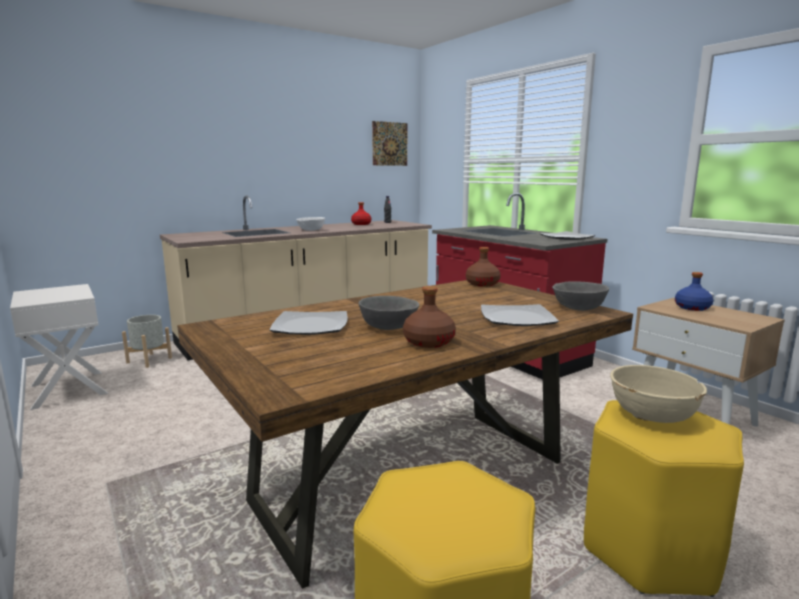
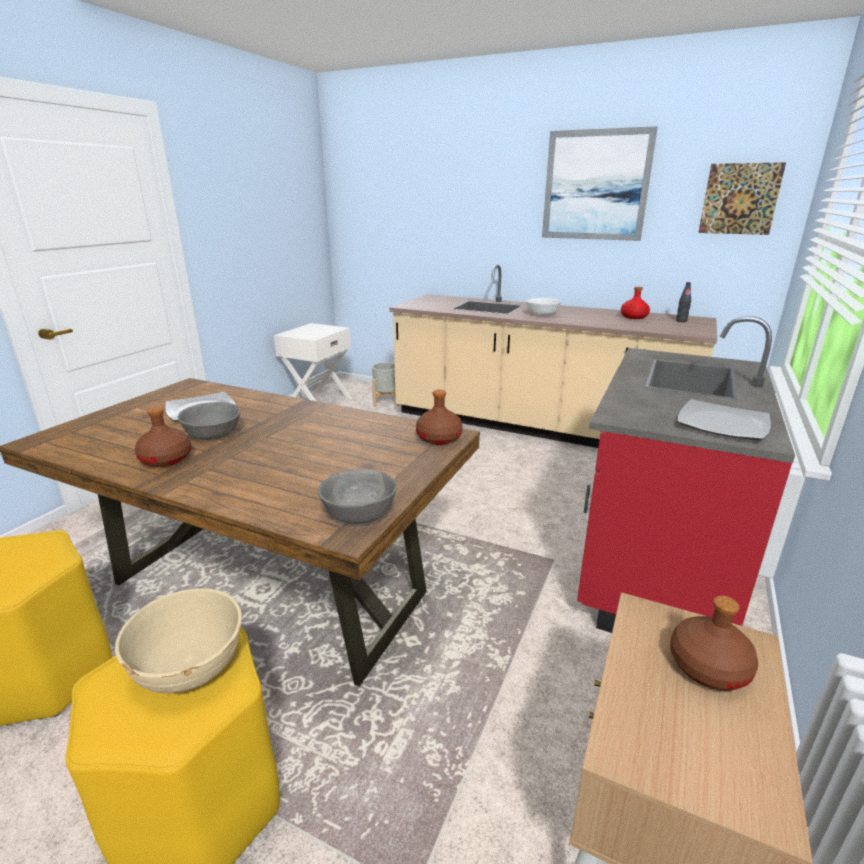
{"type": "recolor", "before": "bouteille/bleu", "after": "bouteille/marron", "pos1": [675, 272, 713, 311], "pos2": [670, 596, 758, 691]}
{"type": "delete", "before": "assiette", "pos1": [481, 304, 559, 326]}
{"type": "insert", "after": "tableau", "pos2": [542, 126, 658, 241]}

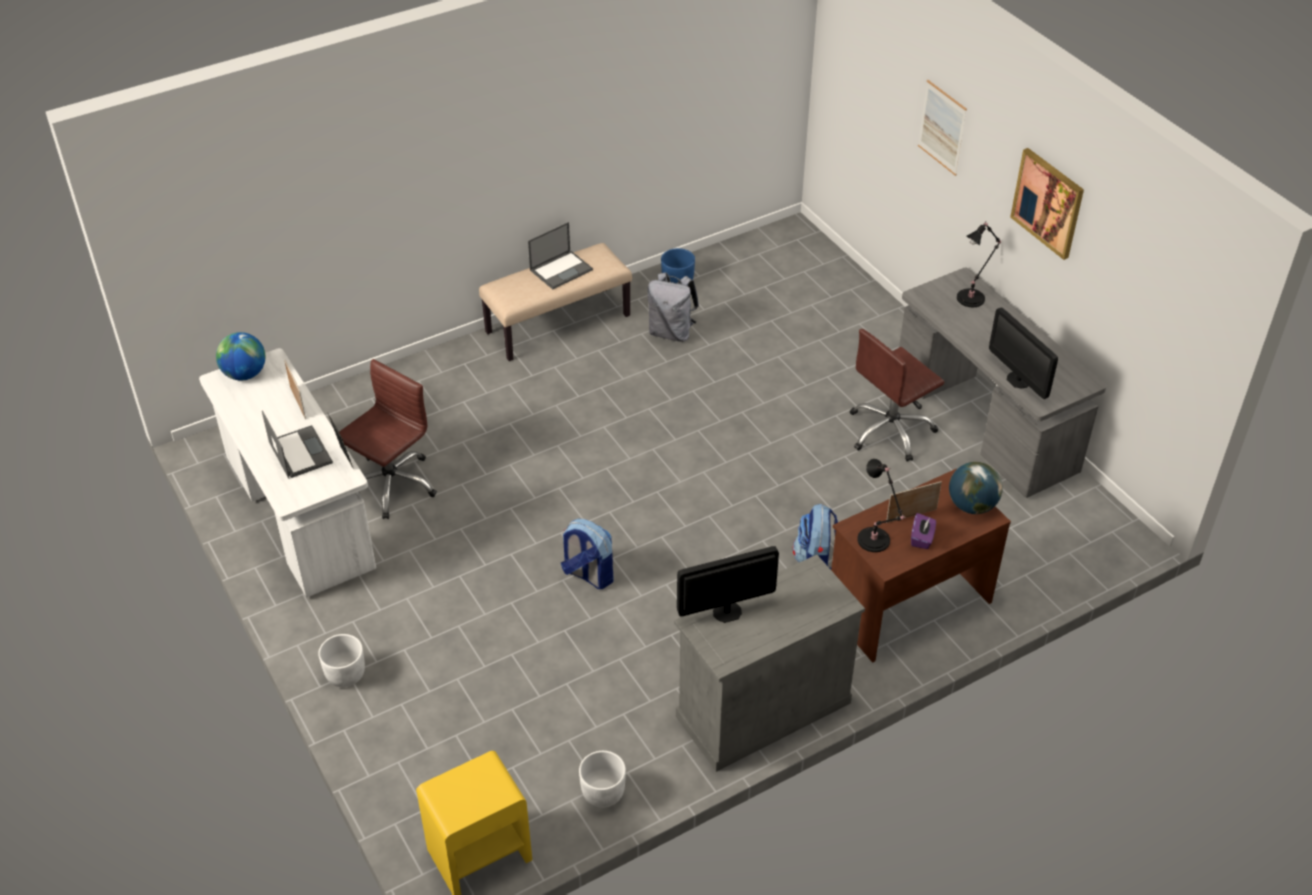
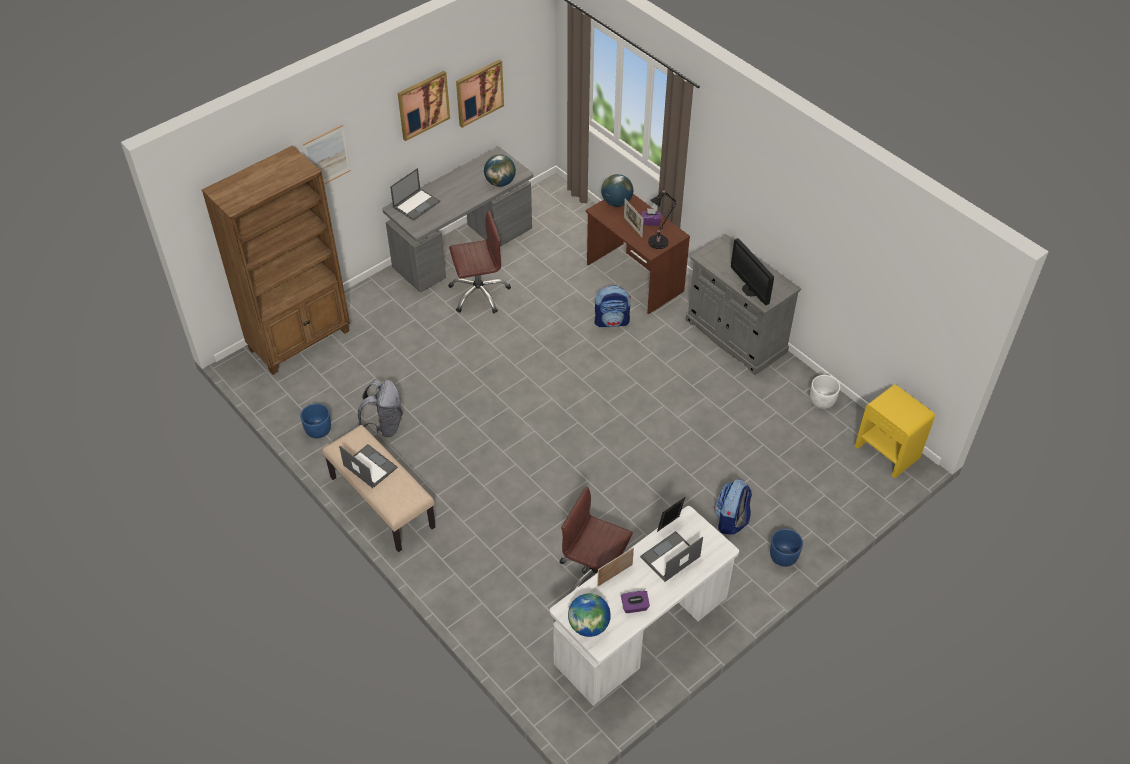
{"type": "replace", "before": "lampe de table/noir", "after": "ordinateur portable", "pos1": [957, 222, 1001, 307], "pos2": [390, 168, 440, 221]}
{"type": "replace", "before": "écran d'ordinateur", "after": "globe", "pos1": [989, 307, 1058, 399], "pos2": [484, 154, 516, 187]}
{"type": "rotate", "before": "chaise de bureau/marron", "pos1": [850, 329, 944, 462], "pos2": [448, 210, 511, 313], "turn": -60}
{"type": "move", "before": "sac à dos", "pos1": [561, 518, 613, 589], "pos2": [714, 479, 752, 535]}
{"type": "recolor", "before": "cache-pot/blanc", "after": "cache-pot/bleu", "pos1": [318, 634, 365, 687], "pos2": [770, 529, 803, 567]}
{"type": "insert", "after": "tableau", "pos2": [456, 59, 504, 128]}
{"type": "insert", "after": "bibliothèque/marron", "pos2": [202, 145, 350, 375]}
{"type": "insert", "after": "boîte à mouchoirs/violet", "pos2": [621, 591, 650, 613]}

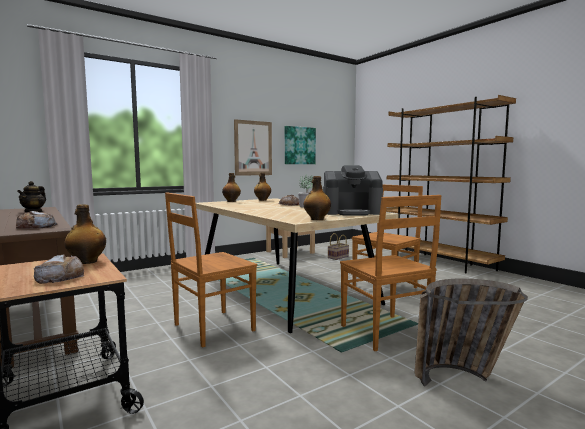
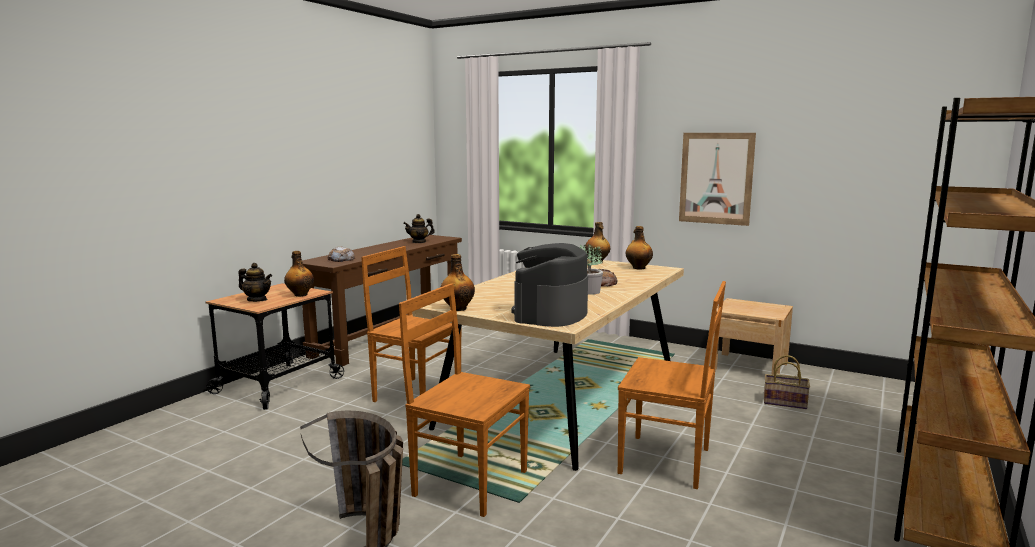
{"type": "delete", "before": "tableau", "pos1": [285, 126, 316, 164]}
{"type": "rotate", "before": "machine à café", "pos1": [323, 165, 383, 215], "pos2": [511, 243, 588, 327], "turn": 45}
{"type": "rotate", "before": "chaise/marron", "pos1": [340, 195, 442, 351], "pos2": [399, 283, 530, 517], "turn": 75}
{"type": "replace", "before": "pain", "after": "théière", "pos1": [34, 254, 84, 284], "pos2": [238, 263, 272, 302]}

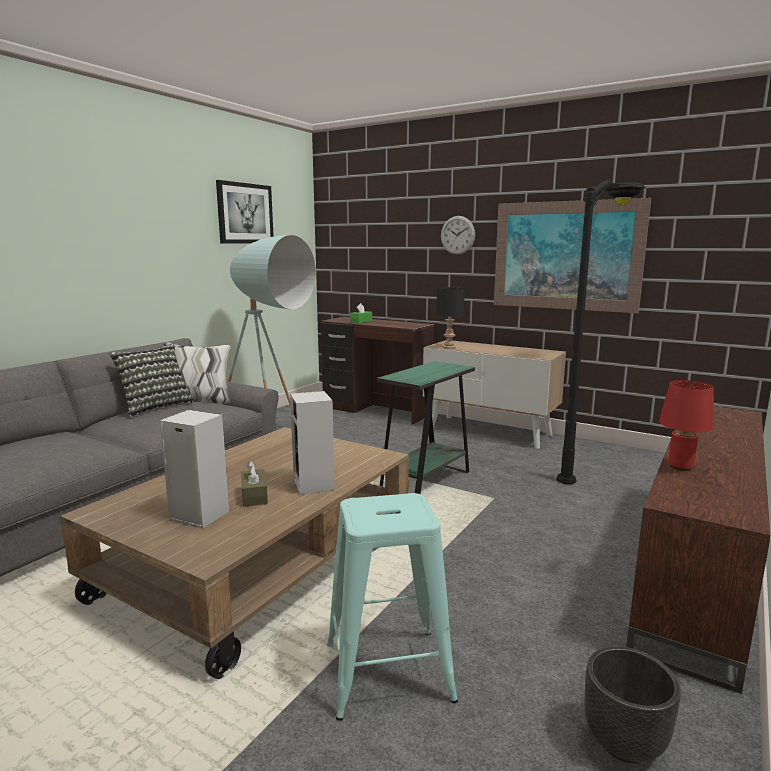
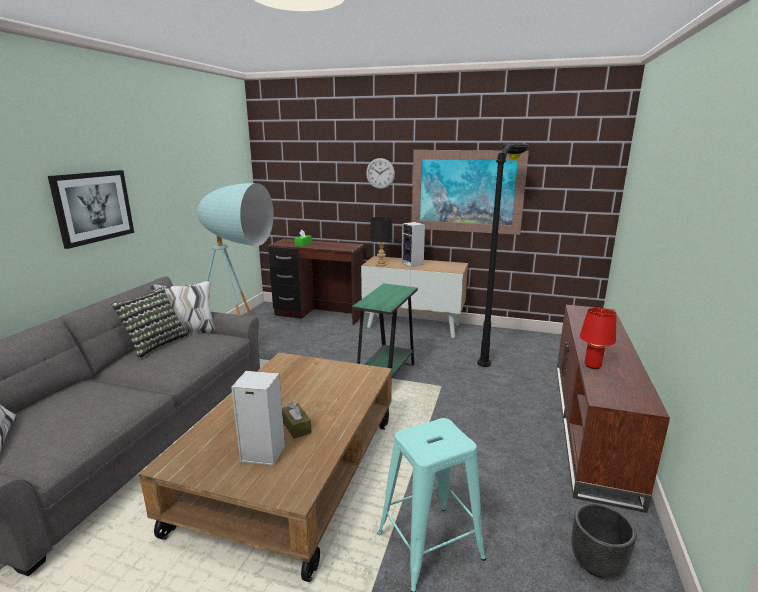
{"type": "move", "before": "tableau", "pos1": [216, 180, 274, 244], "pos2": [48, 170, 134, 249]}
{"type": "move", "before": "enceinte", "pos1": [290, 391, 335, 495], "pos2": [402, 222, 425, 267]}

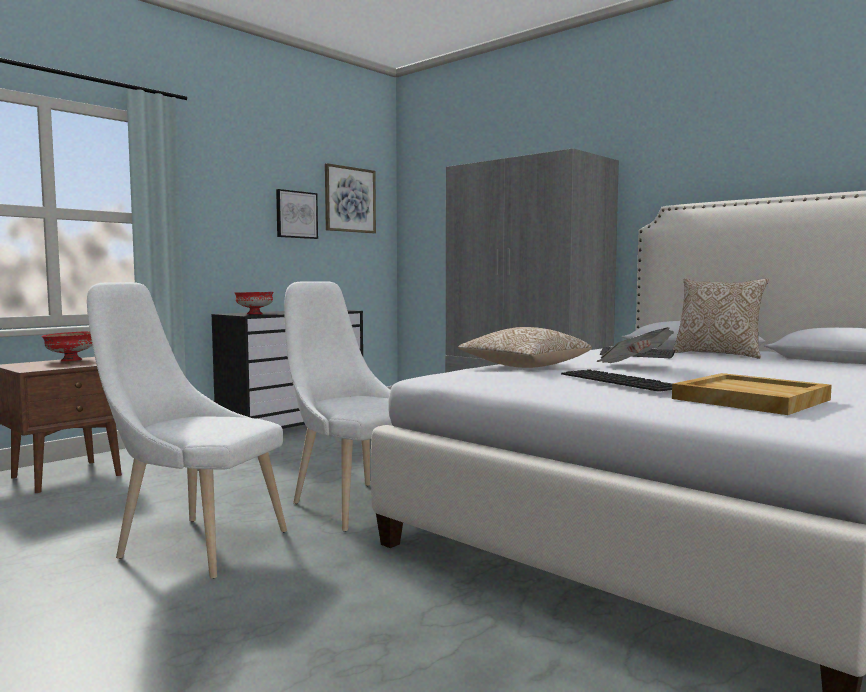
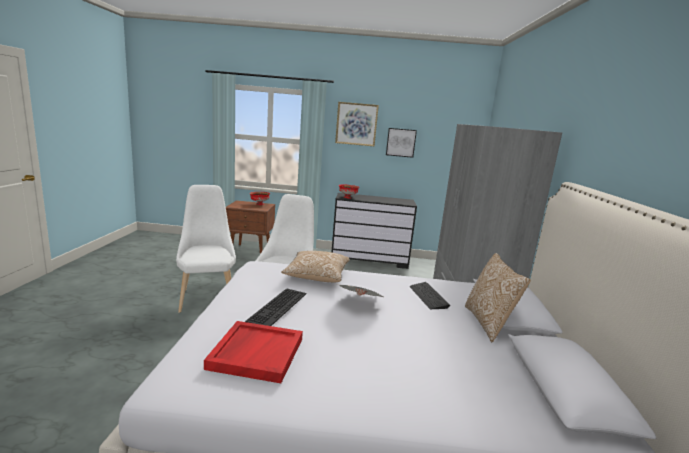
{"type": "move", "before": "tableau", "pos1": [325, 163, 376, 233], "pos2": [335, 102, 379, 146]}
{"type": "recolor", "before": "plateau/beige", "after": "plateau/rouge", "pos1": [672, 373, 832, 415], "pos2": [204, 321, 303, 383]}

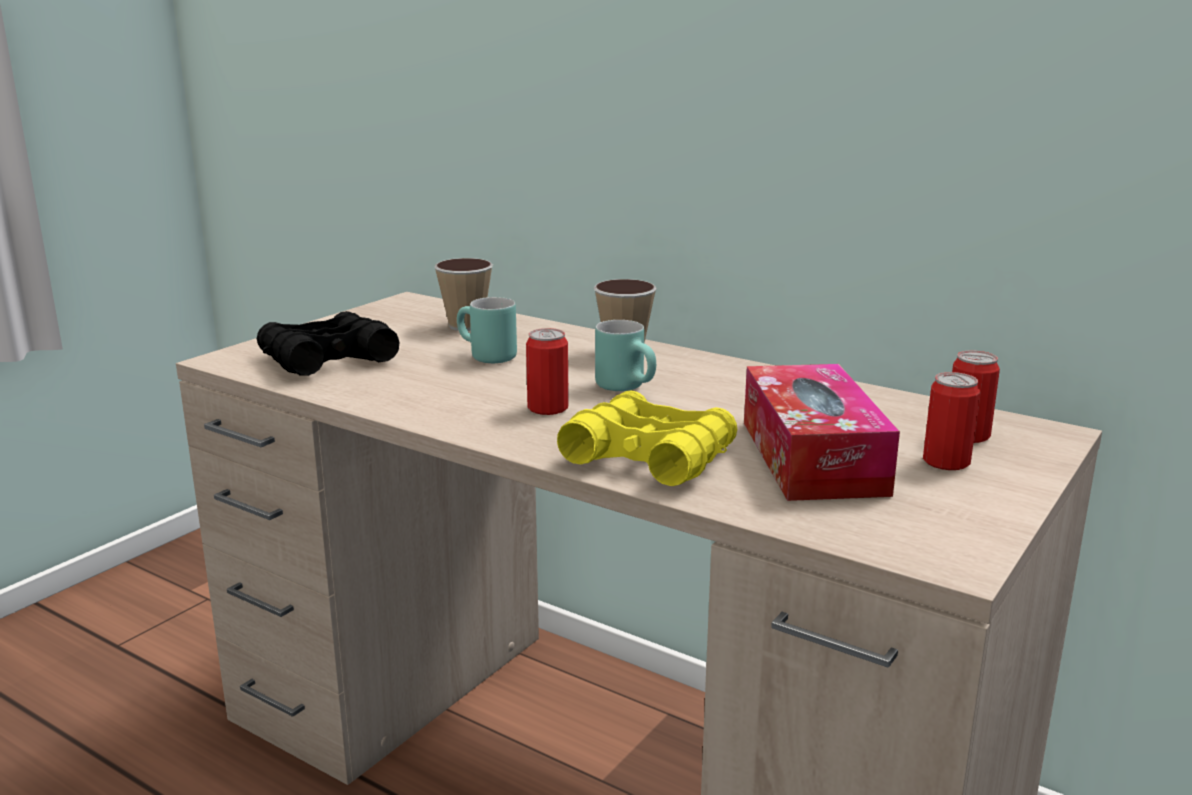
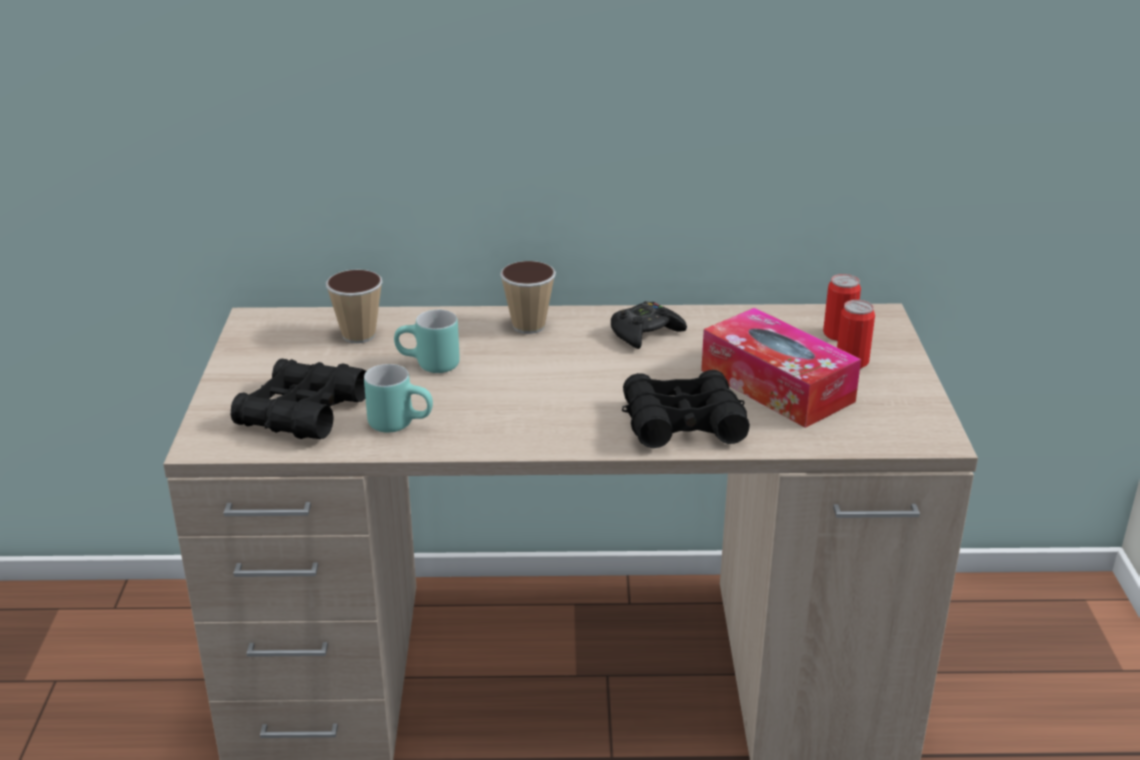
{"type": "move", "before": "mug/turquoise", "pos1": [595, 320, 656, 391], "pos2": [364, 364, 433, 433]}
{"type": "delete", "before": "boîte métallique", "pos1": [526, 328, 569, 415]}
{"type": "recolor", "before": "jumelles/jaune", "after": "jumelles/noir", "pos1": [557, 390, 737, 486], "pos2": [622, 370, 750, 448]}
{"type": "insert", "after": "manette/noir", "pos2": [611, 301, 687, 349]}

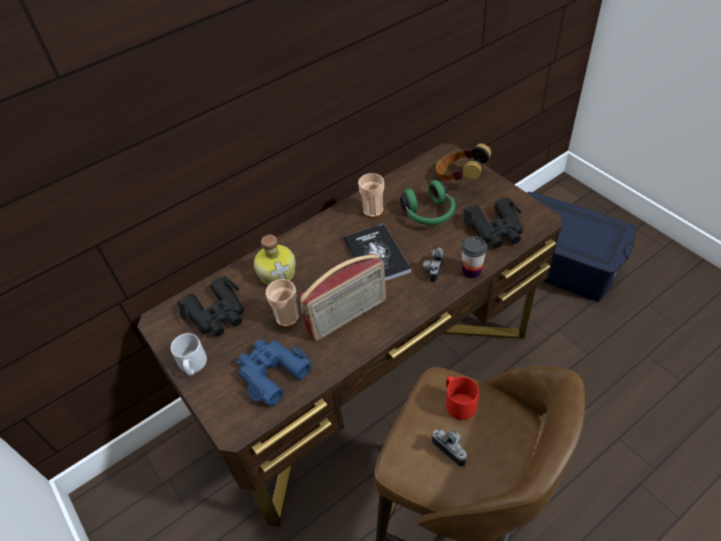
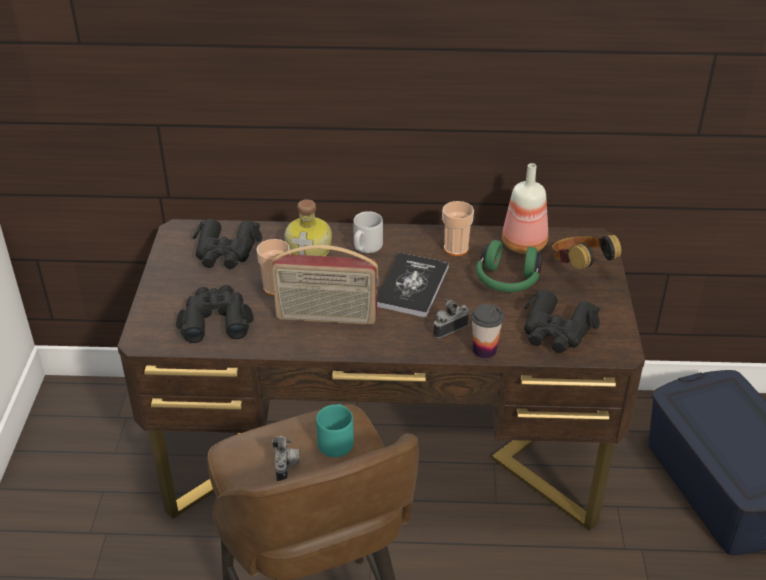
{"type": "move", "before": "mug/gris", "pos1": [171, 333, 207, 376], "pos2": [353, 211, 383, 253]}
{"type": "recolor", "before": "jumelles/bleu", "after": "jumelles/noir", "pos1": [237, 340, 312, 406], "pos2": [176, 285, 254, 343]}
{"type": "recolor", "before": "mug/rouge", "after": "mug/turquoise", "pos1": [446, 376, 479, 420], "pos2": [316, 404, 354, 457]}
{"type": "insert", "after": "bouteille", "pos2": [502, 163, 548, 254]}

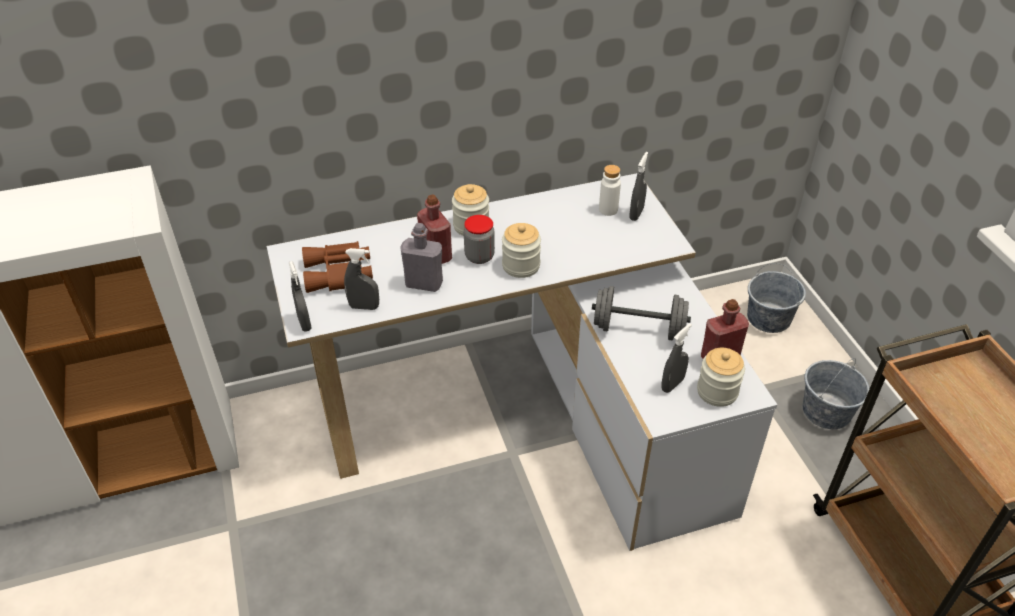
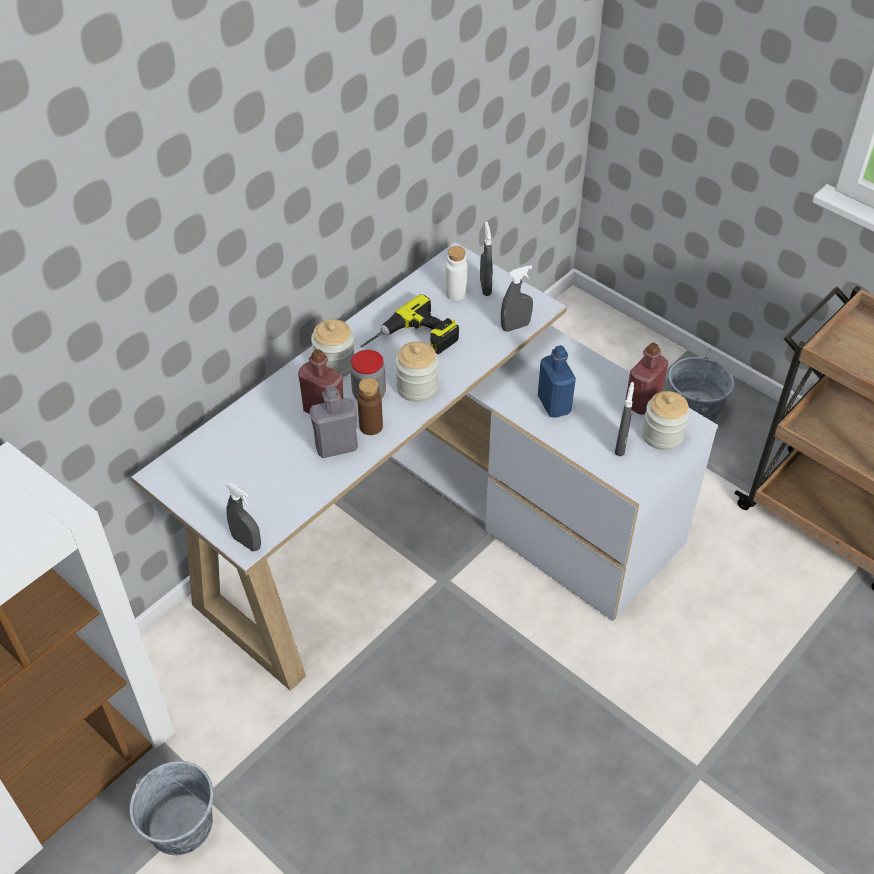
{"type": "delete", "before": "jumelles/marron", "pos1": [302, 241, 373, 293]}
{"type": "move", "before": "vaporisateur/gris", "pos1": [344, 248, 379, 310], "pos2": [501, 265, 533, 332]}
{"type": "move", "before": "seau/gris", "pos1": [747, 263, 806, 333], "pos2": [129, 761, 214, 855]}
{"type": "replace", "before": "haltère/gris", "after": "bouteille/bleu", "pos1": [592, 286, 691, 341], "pos2": [538, 345, 576, 418]}
{"type": "insert", "after": "perceuse", "pos2": [361, 294, 459, 354]}
{"type": "insert", "after": "bouteille/marron", "pos2": [357, 378, 383, 435]}

